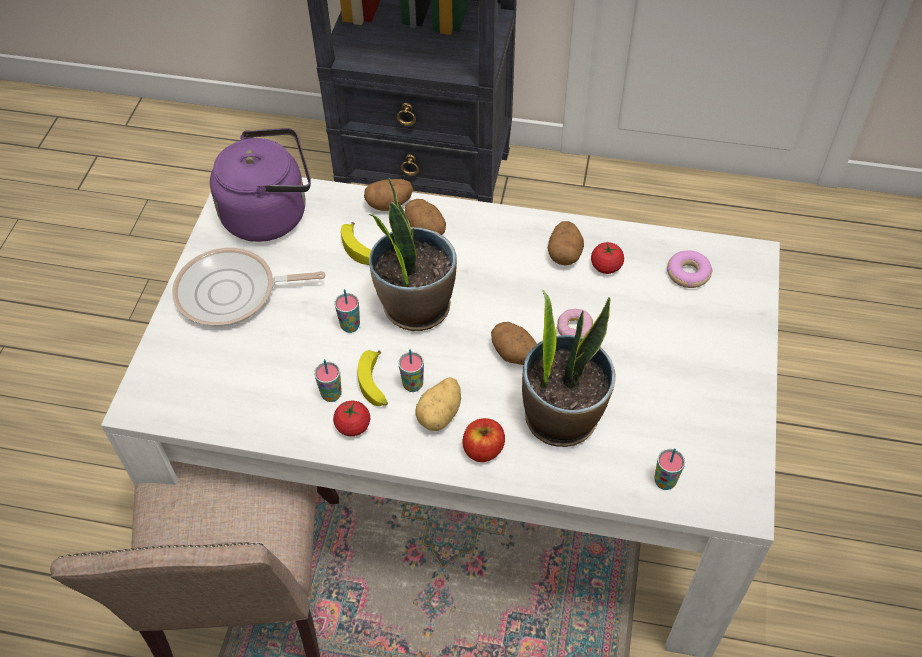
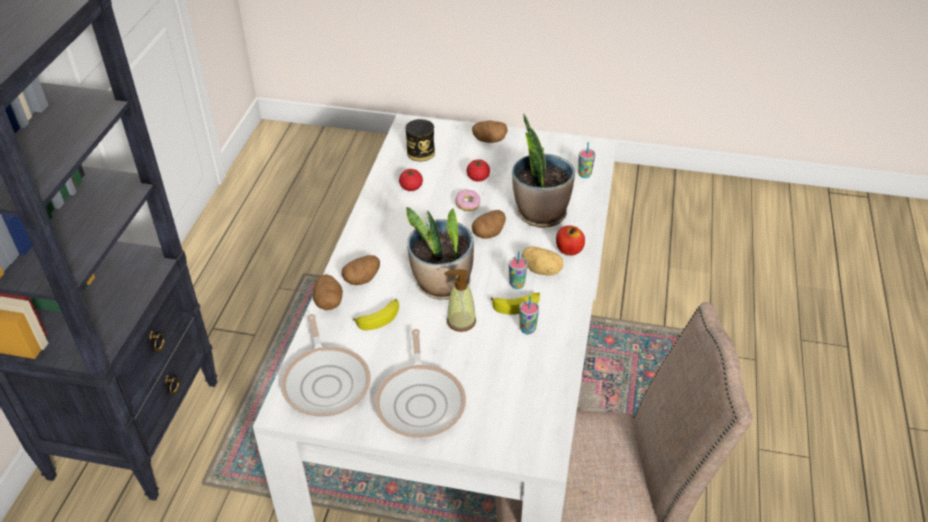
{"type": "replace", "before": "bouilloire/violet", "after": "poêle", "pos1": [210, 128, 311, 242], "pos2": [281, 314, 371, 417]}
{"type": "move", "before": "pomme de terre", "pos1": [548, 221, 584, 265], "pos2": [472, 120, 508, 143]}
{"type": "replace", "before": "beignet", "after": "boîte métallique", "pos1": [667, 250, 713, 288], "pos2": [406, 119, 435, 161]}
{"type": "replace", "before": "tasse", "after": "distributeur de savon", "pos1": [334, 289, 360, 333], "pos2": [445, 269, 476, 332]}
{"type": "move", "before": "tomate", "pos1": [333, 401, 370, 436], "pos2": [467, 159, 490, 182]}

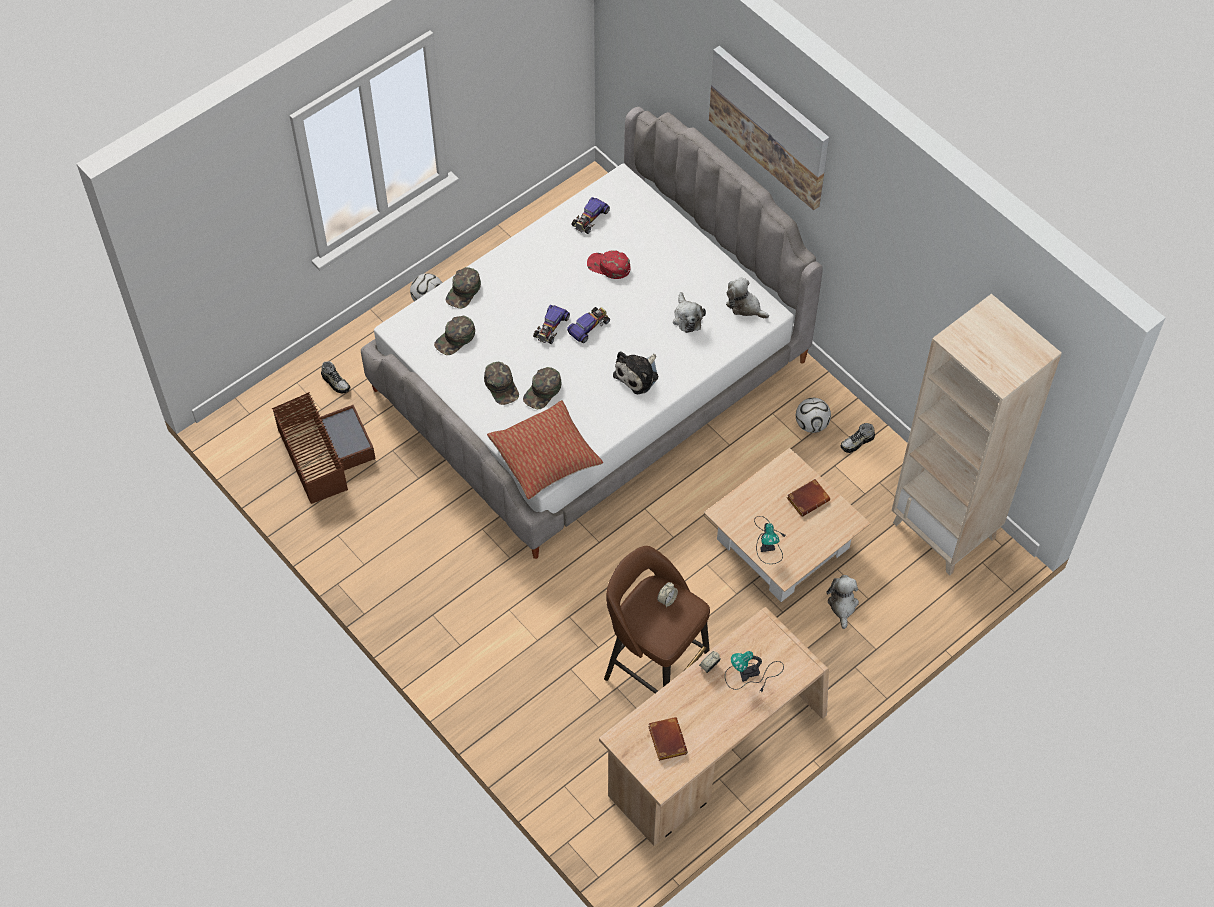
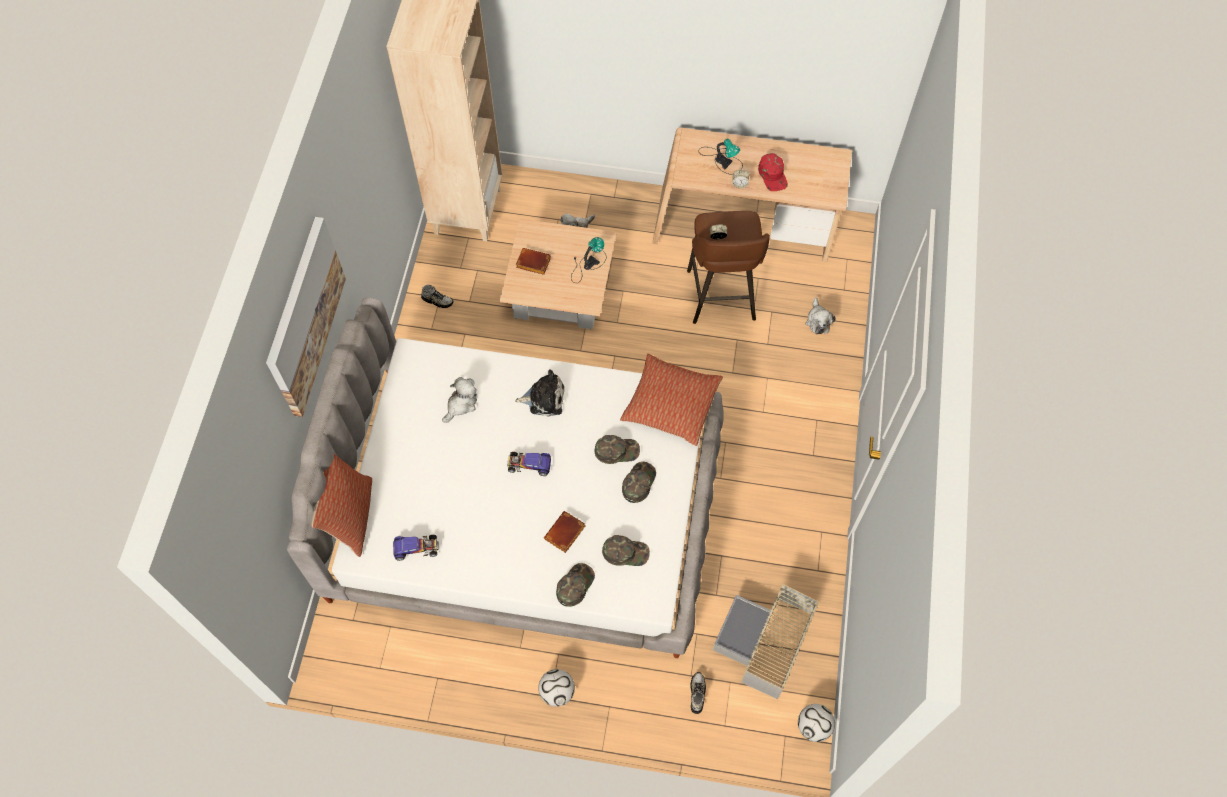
{"type": "move", "before": "casquette/rouge", "pos1": [587, 250, 630, 279], "pos2": [758, 153, 788, 191]}
{"type": "rotate", "before": "casquette/vert", "pos1": [446, 267, 481, 309], "pos2": [556, 563, 595, 607], "turn": -45}
{"type": "move", "before": "peluche", "pos1": [726, 277, 769, 318], "pos2": [805, 297, 836, 334]}
{"type": "delete", "before": "petite voiture", "pos1": [533, 305, 570, 344]}
{"type": "recolor", "before": "boîte de rangement/marron", "after": "boîte de rangement/gris", "pos1": [272, 392, 375, 504], "pos2": [713, 584, 819, 699]}
{"type": "move", "before": "ballon de foot", "pos1": [796, 398, 831, 433], "pos2": [798, 704, 835, 742]}
{"type": "move", "before": "livre/marron", "pos1": [648, 717, 688, 761], "pos2": [544, 511, 585, 553]}
{"type": "insert", "after": "coussin", "pos2": [311, 454, 372, 557]}

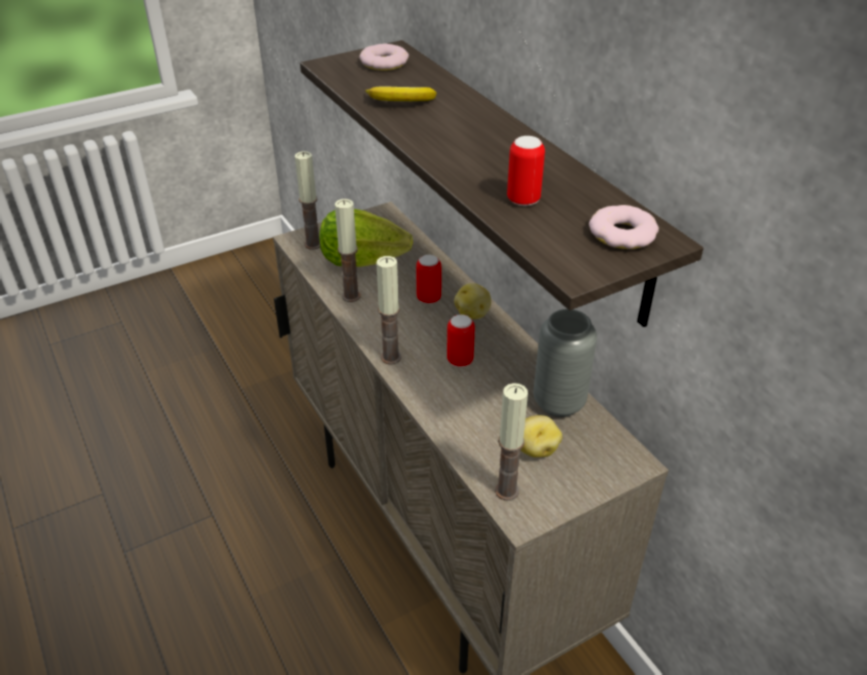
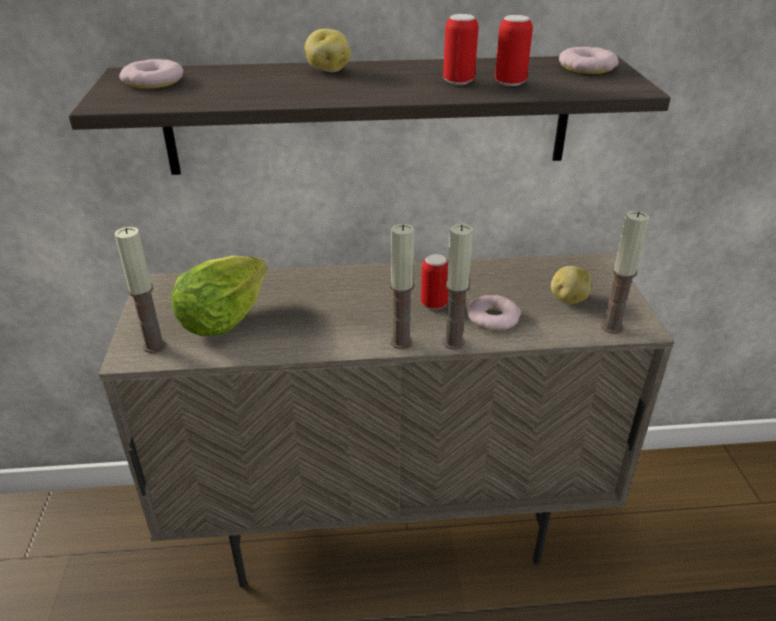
{"type": "delete", "before": "banane", "pos1": [365, 86, 437, 101]}
{"type": "move", "before": "bougie", "pos1": [335, 199, 361, 302], "pos2": [443, 224, 473, 350]}
{"type": "move", "before": "boîte métallique", "pos1": [416, 255, 442, 304], "pos2": [443, 14, 479, 85]}
{"type": "move", "before": "pomme de terre", "pos1": [454, 283, 491, 319], "pos2": [305, 29, 351, 72]}
{"type": "delete", "before": "vase/gris", "pos1": [533, 309, 597, 417]}
{"type": "insert", "after": "beignet", "pos2": [467, 295, 521, 331]}

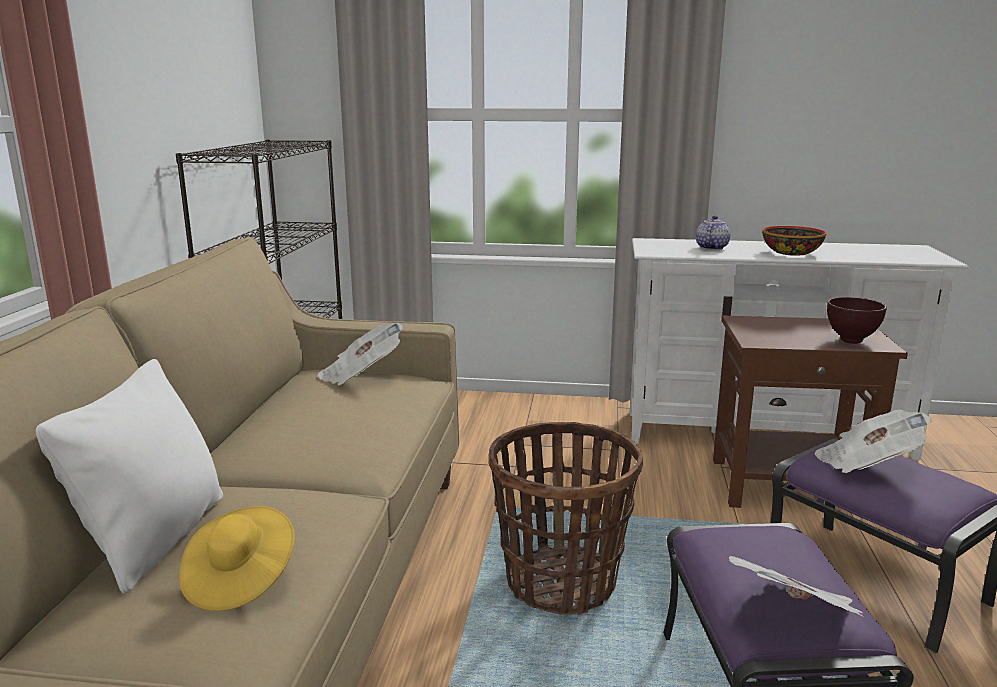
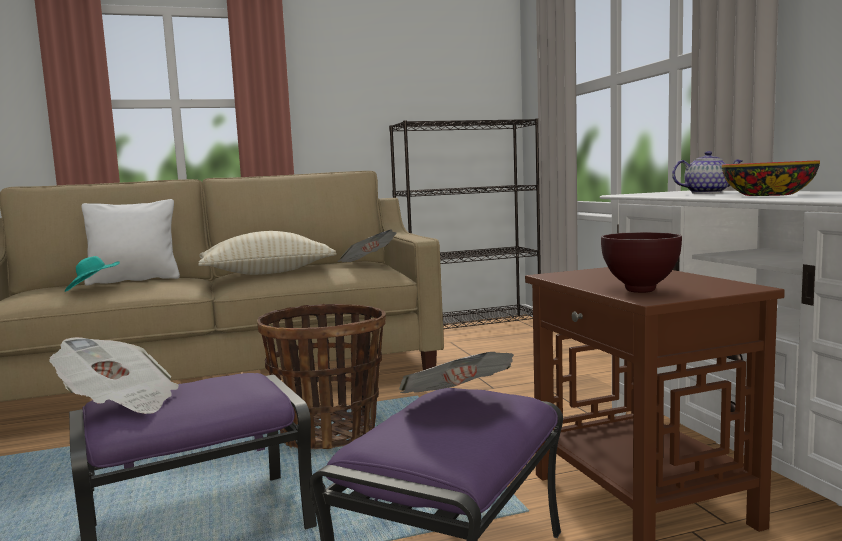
{"type": "recolor", "before": "chapeau/jaune", "after": "chapeau/turquoise", "pos1": [179, 506, 295, 611], "pos2": [65, 256, 120, 292]}
{"type": "insert", "after": "coussin/beige", "pos2": [198, 231, 337, 275]}

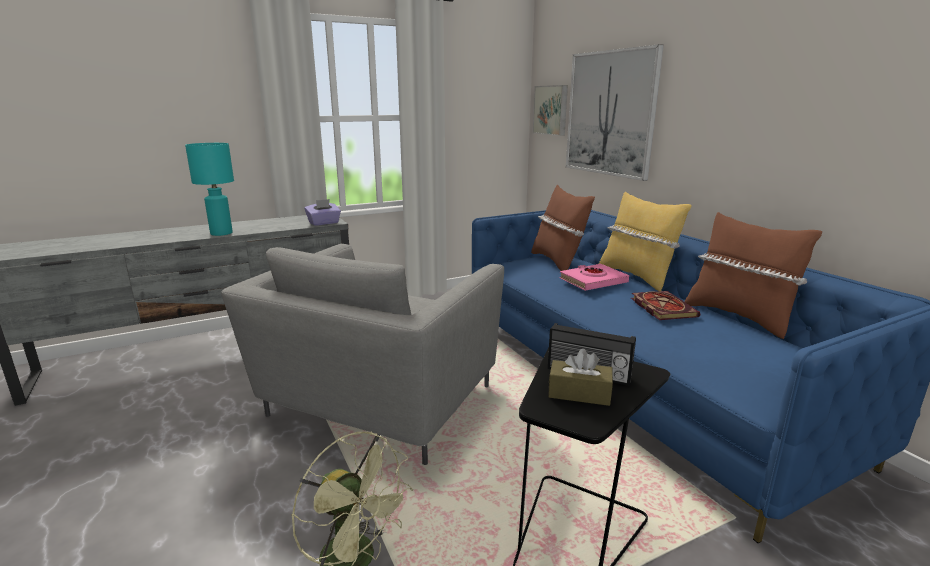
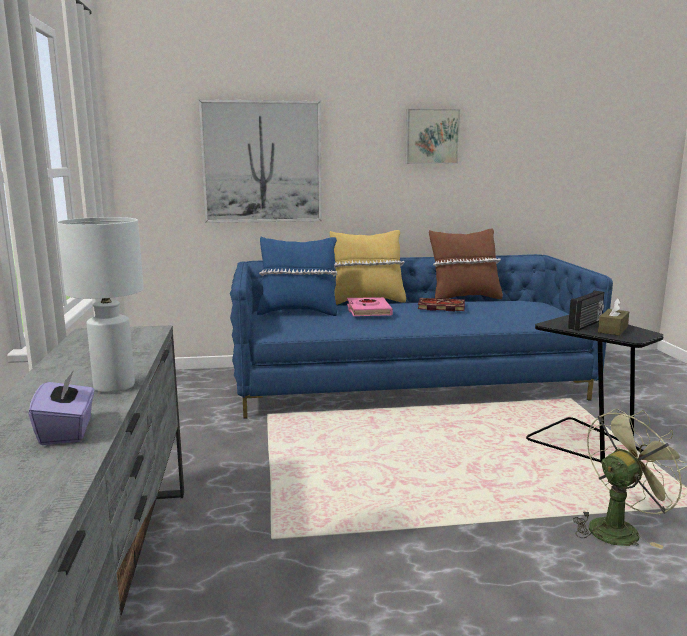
{"type": "move", "before": "tableau", "pos1": [533, 85, 568, 136], "pos2": [405, 109, 460, 164]}
{"type": "recolor", "before": "lampe de table/turquoise", "after": "lampe de table/blanc", "pos1": [185, 143, 234, 236], "pos2": [57, 217, 144, 393]}
{"type": "recolor", "before": "coussin/marron", "after": "coussin/bleu", "pos1": [531, 185, 595, 271], "pos2": [257, 237, 338, 316]}
{"type": "move", "before": "boîte à mouchoirs/violet", "pos1": [305, 199, 341, 226], "pos2": [29, 370, 94, 445]}
{"type": "delete", "before": "fauteuil/gris", "pos1": [221, 244, 504, 465]}

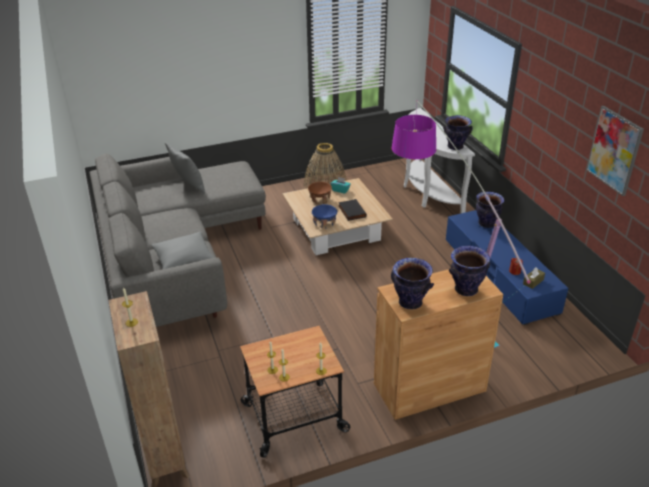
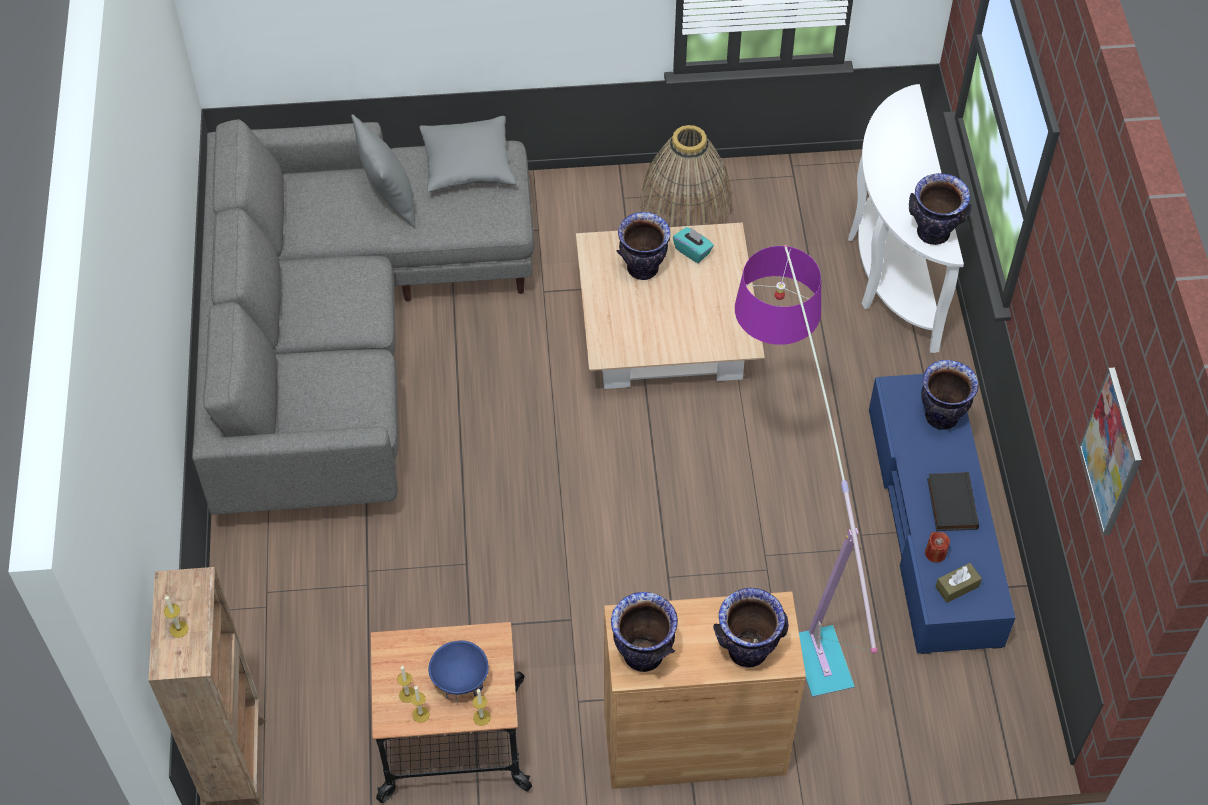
{"type": "replace", "before": "bol/marron", "after": "vase", "pos1": [308, 182, 332, 204], "pos2": [617, 212, 670, 280]}
{"type": "move", "before": "livre/noir", "pos1": [338, 199, 367, 221], "pos2": [927, 472, 979, 531]}
{"type": "move", "before": "bol/bleu", "pos1": [312, 204, 337, 228], "pos2": [428, 640, 489, 703]}
{"type": "move", "before": "coussin/gris", "pos1": [151, 232, 215, 269], "pos2": [420, 116, 516, 191]}

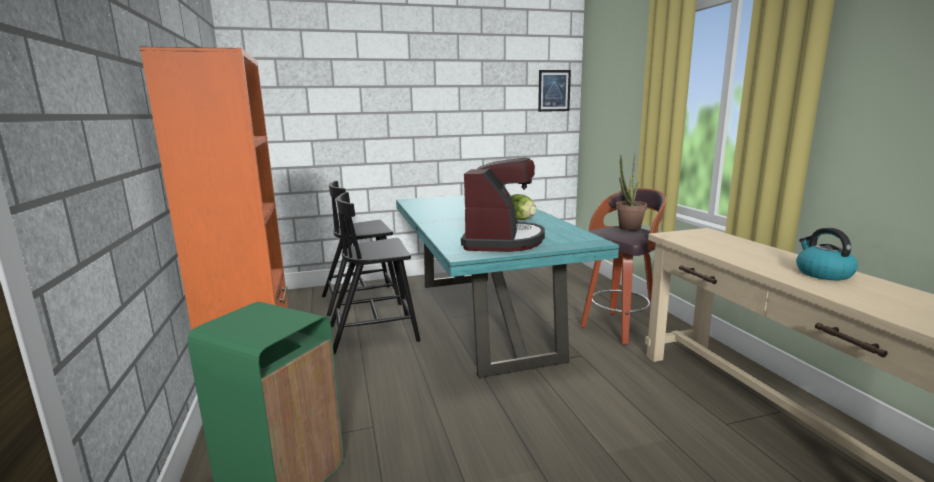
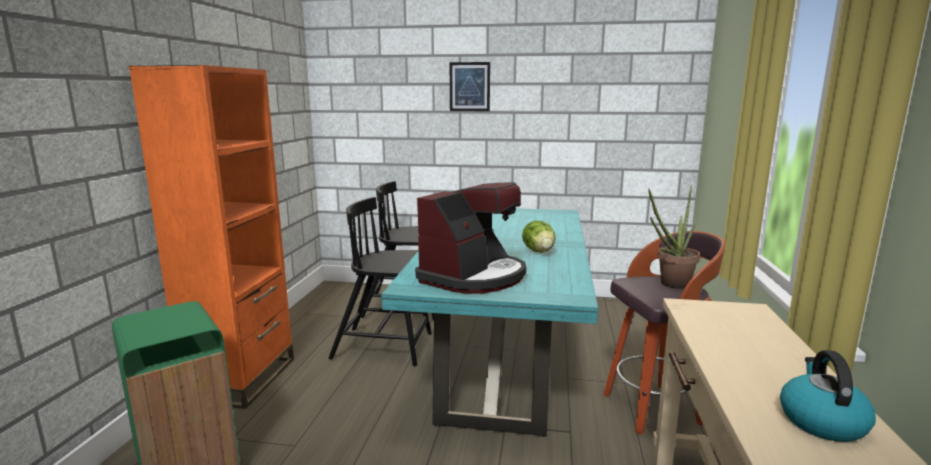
{"type": "move", "before": "tableau", "pos1": [538, 70, 571, 112], "pos2": [450, 62, 490, 111]}

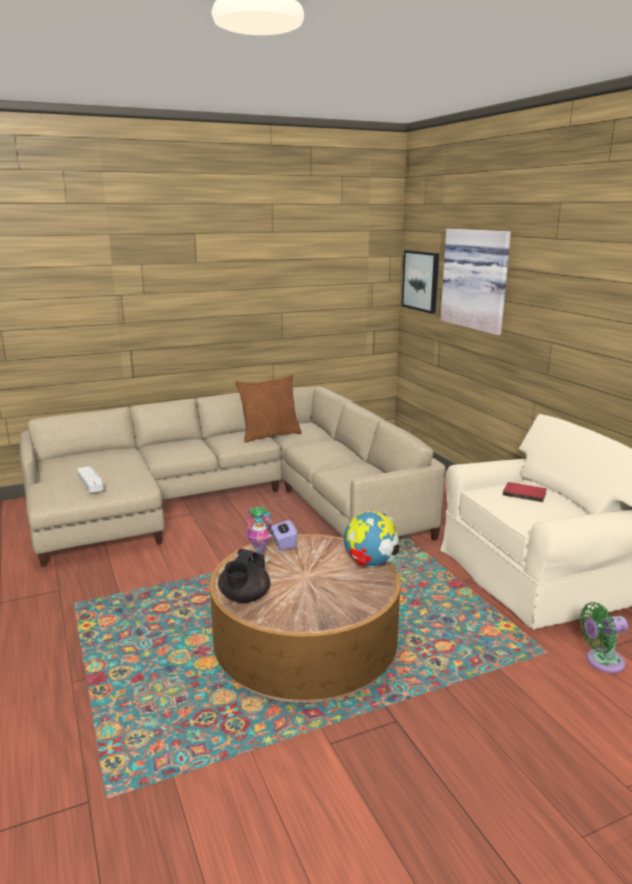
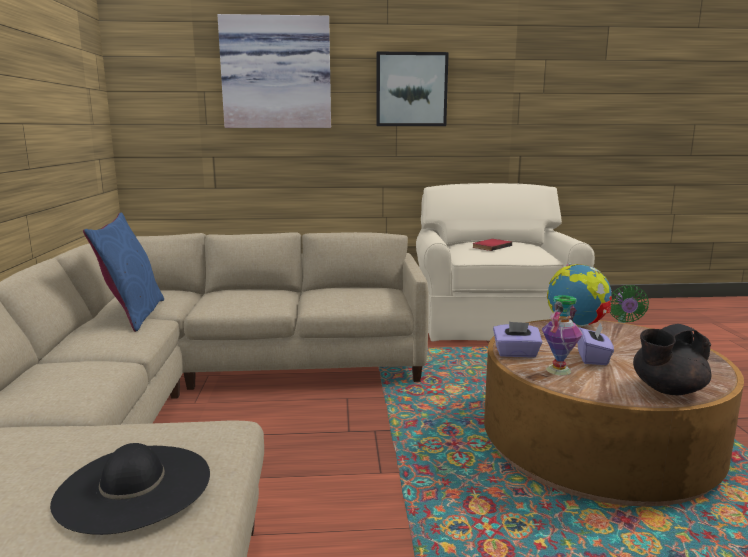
{"type": "move", "before": "tableau", "pos1": [402, 250, 439, 314], "pos2": [377, 52, 449, 126]}
{"type": "recolor", "before": "coussin/marron", "after": "coussin/bleu", "pos1": [235, 375, 302, 443], "pos2": [83, 213, 164, 332]}
{"type": "replace", "before": "plateau/gris", "after": "chapeau/noir", "pos1": [77, 466, 105, 493], "pos2": [50, 443, 210, 535]}
{"type": "rotate", "before": "théière/noir", "pos1": [218, 549, 270, 603], "pos2": [633, 324, 712, 395], "turn": 120}
{"type": "insert", "after": "boîte à mouchoirs/violet", "pos2": [577, 322, 614, 365]}

